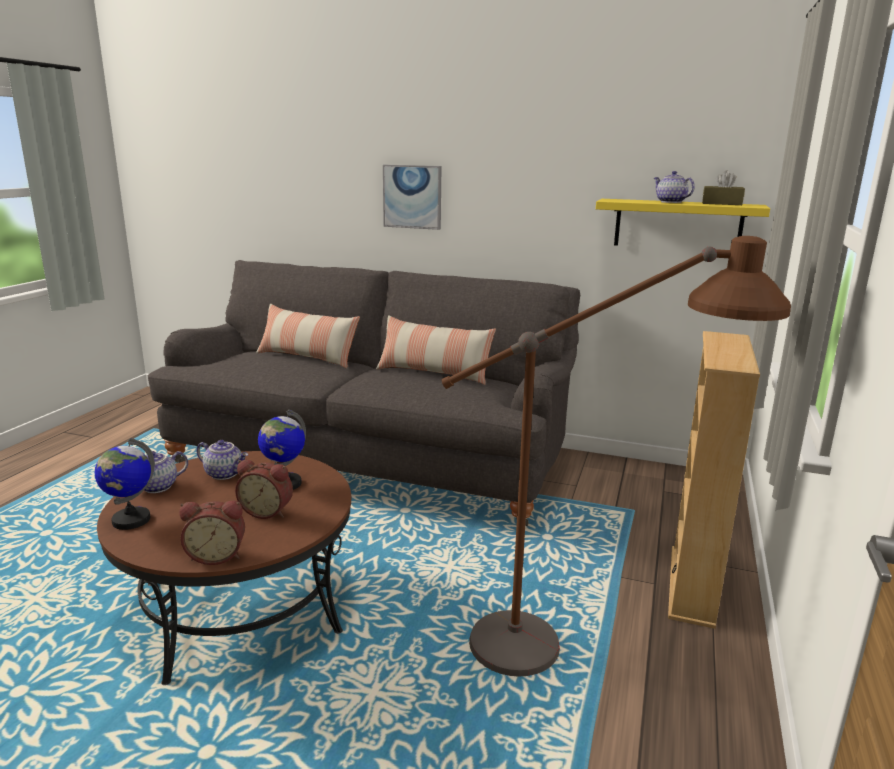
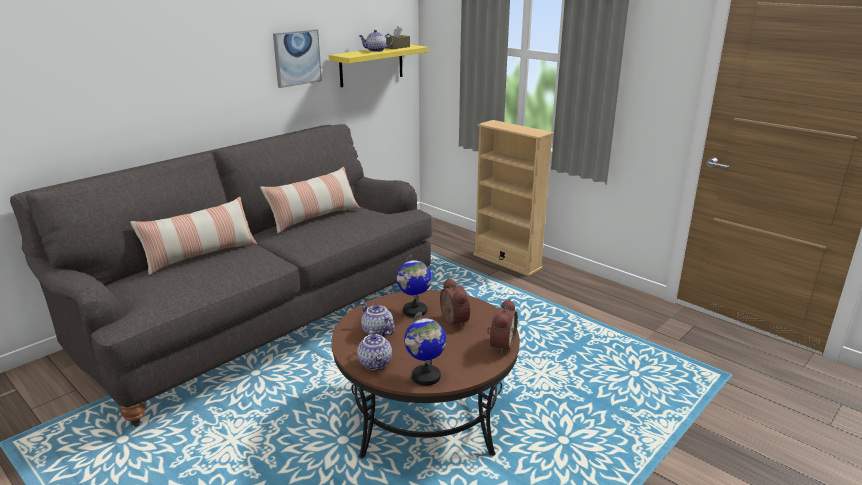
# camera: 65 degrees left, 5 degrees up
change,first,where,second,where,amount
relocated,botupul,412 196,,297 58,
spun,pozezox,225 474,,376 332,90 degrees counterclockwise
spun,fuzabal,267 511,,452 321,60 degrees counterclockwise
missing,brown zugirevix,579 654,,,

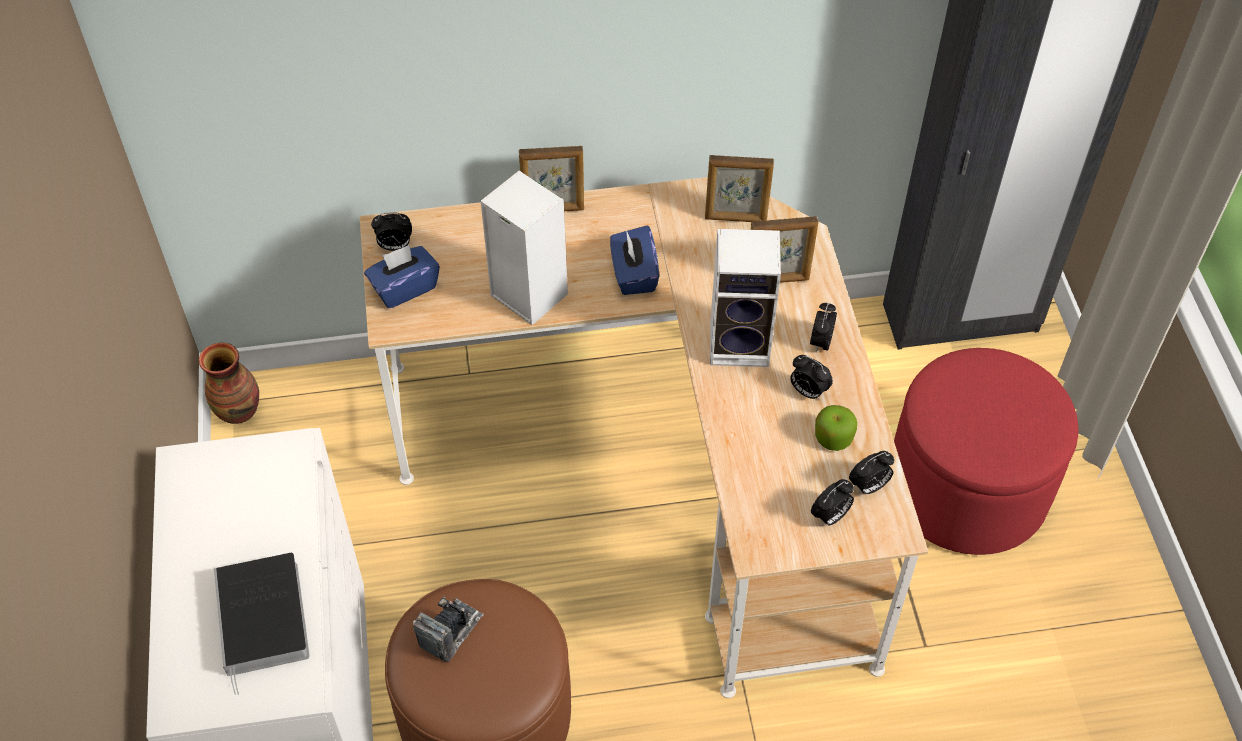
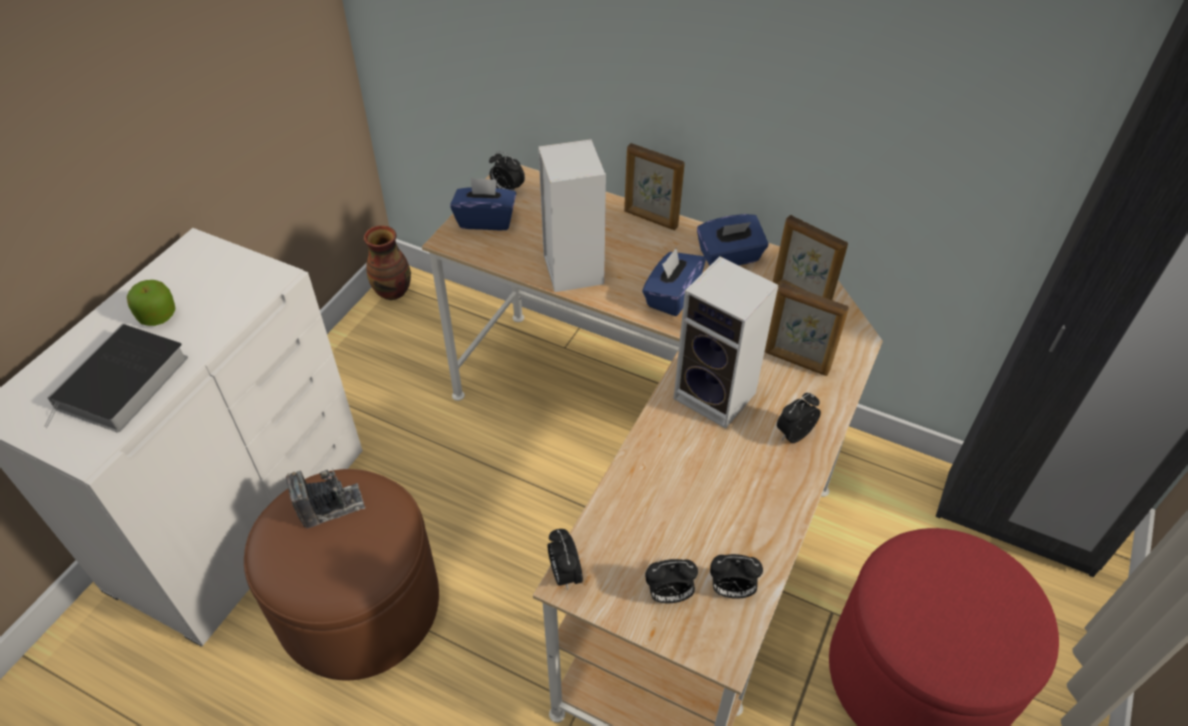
# camera: 35 degrees right, 5 degrees down
change,first,where,second,where,amount
relocated,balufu,833 438,,158 315,
relocated,fuzabal,807 391,,564 574,
appeared,,,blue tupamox,729 257,

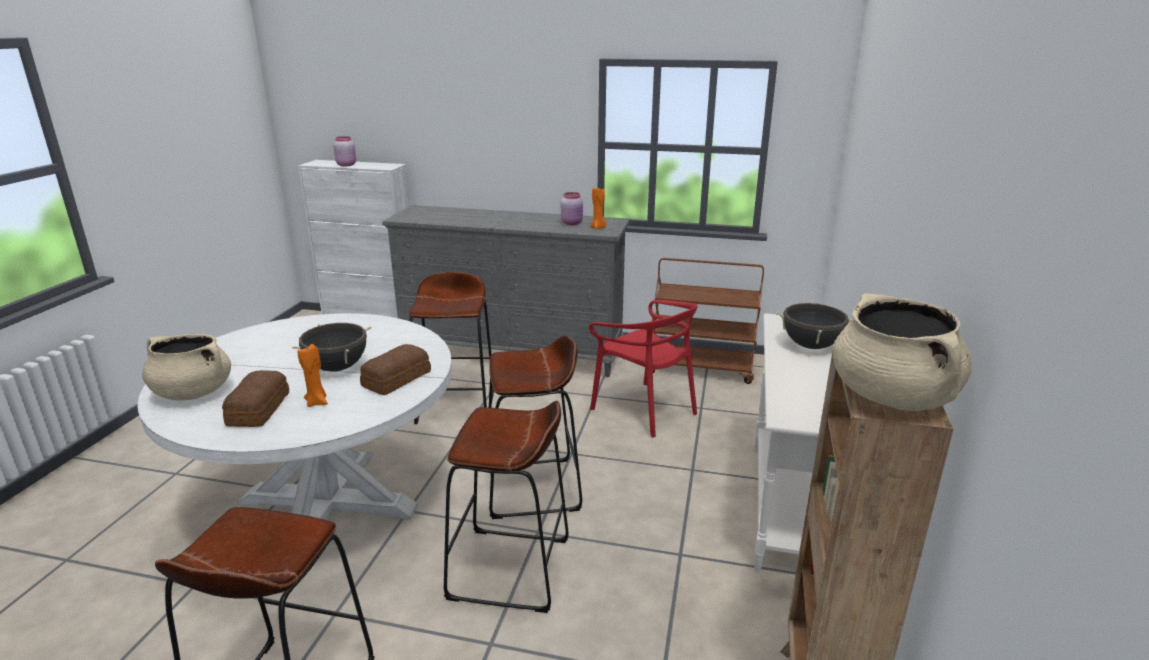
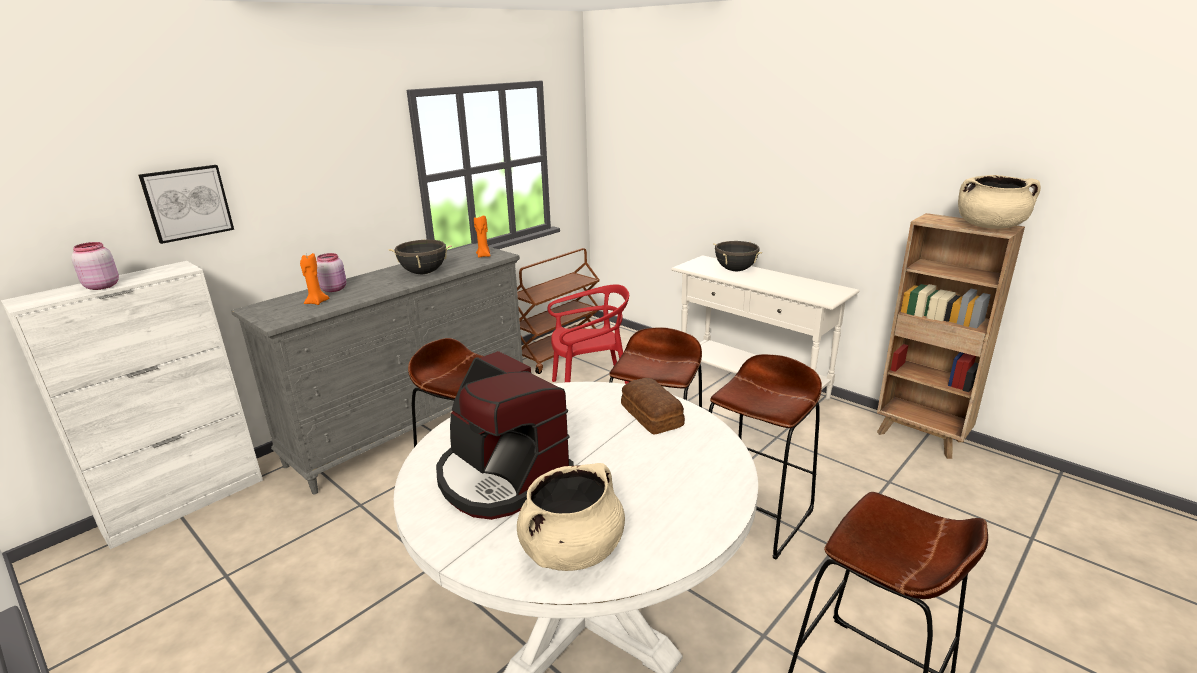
# camera: 60 degrees left, 0 degrees up
change,first,where,second,where,amount
appeared,,,botupul,187 203,
relocated,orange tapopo,317 402,,316 302,
relocated,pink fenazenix,572 223,,334 289,
relocated,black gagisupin,337 367,,423 273,
appeared,,,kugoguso,501 477,
missing,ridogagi,257 410,,,

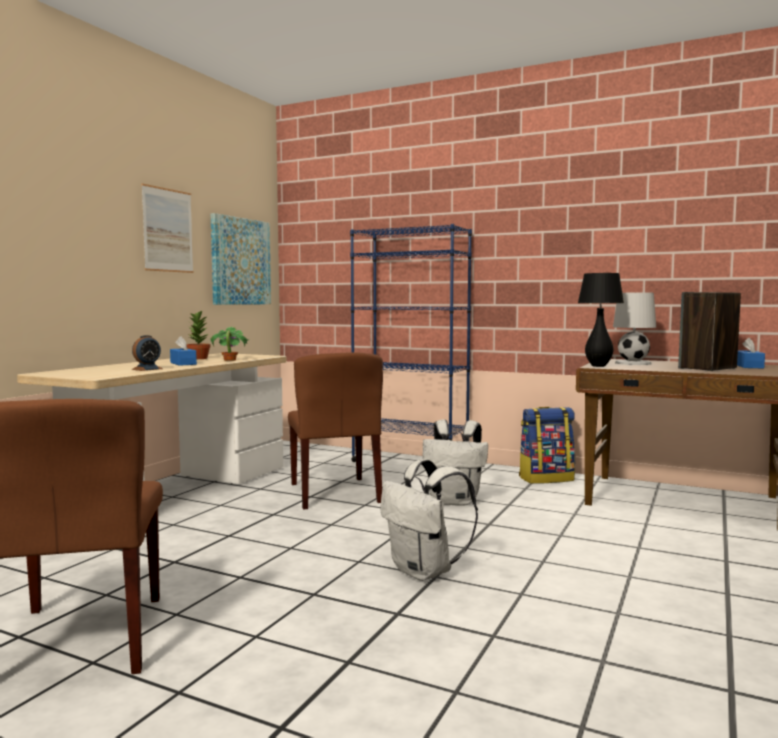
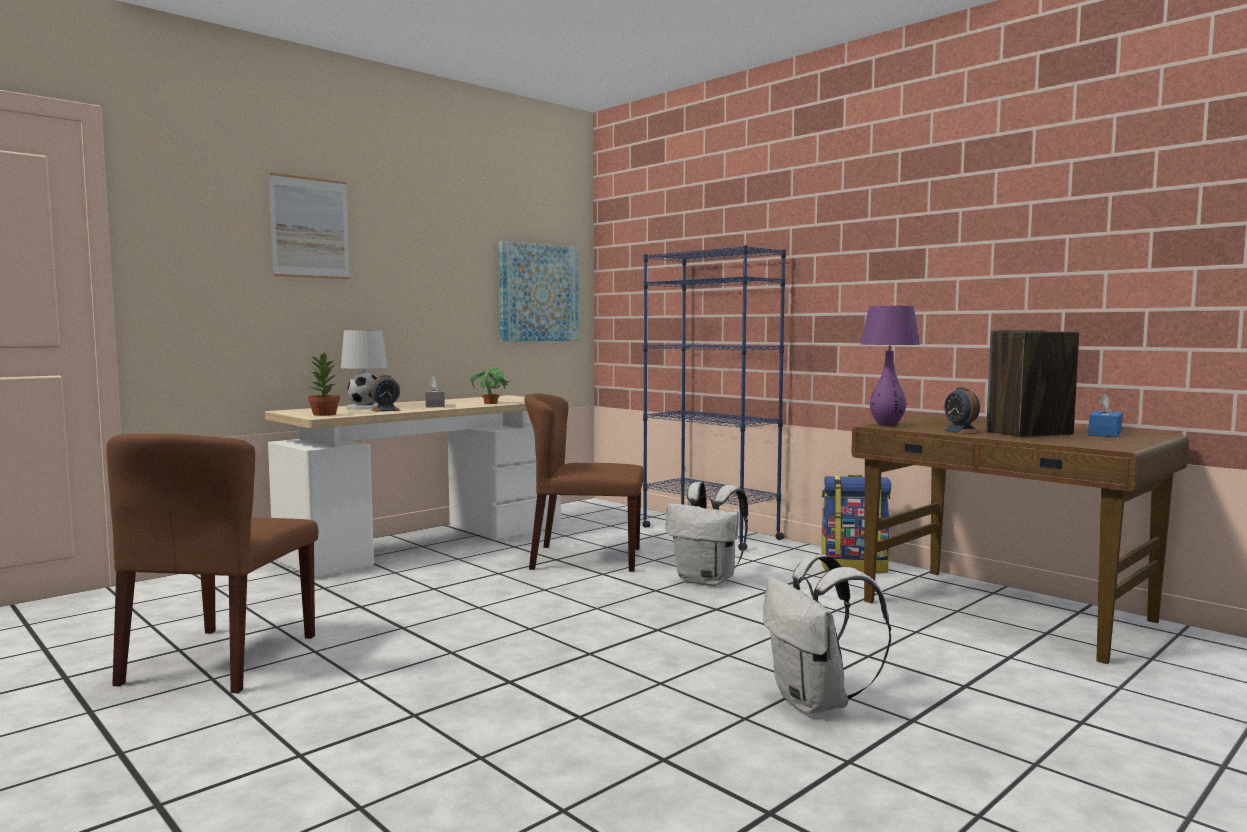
# camera: 20 degrees right, 0 degrees up
change,first,where,second,where,amount
relocated,botupul,168 230,,310 228,
relocated,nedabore,198 358,,324 414,
relocated,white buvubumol,632 363,,365 407,
colour,blue tupamox,183 363,grey tupamox,435 405,
spun,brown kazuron,335 493,,585 558,90 degrees clockwise
relocated,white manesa,425 572,,816 703,
colour,black buvubumol,598 366,purple buvubumol,887 425,
appeared,,,fuzabal,961 431,

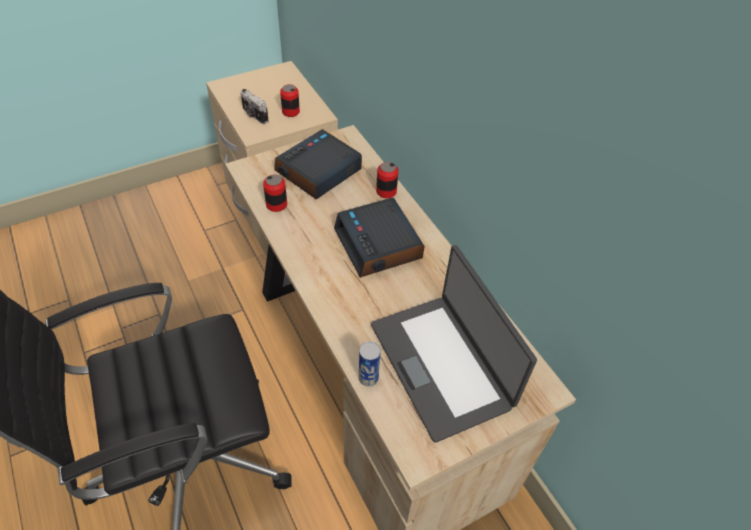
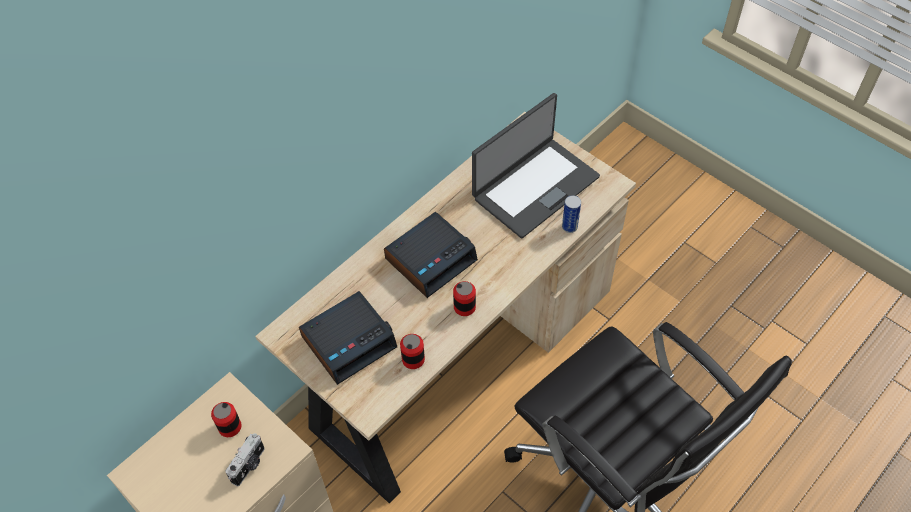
# camera: 105 degrees left, 5 degrees up
change,first,where,second,where,amount
spun,fuzabal,318 172,,349 341,60 degrees counterclockwise
relocated,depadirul,386 191,,464 307,

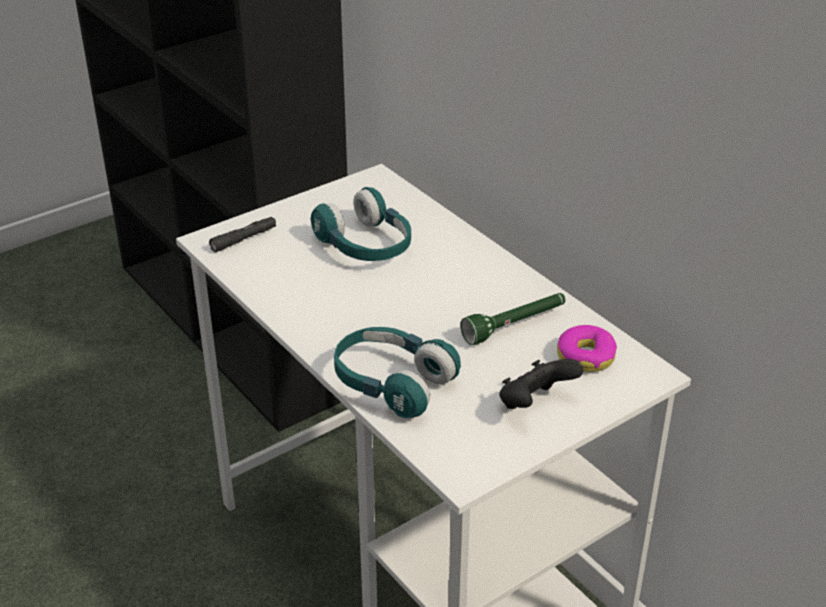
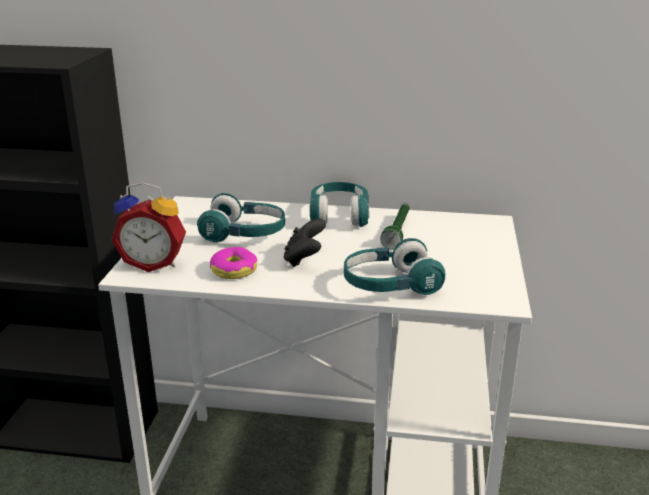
# camera: 45 degrees left, 10 degrees down
change,first,where,second,where,amount
exchanged,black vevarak,243 239,fuzabal,154 263,
relocated,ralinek,585 356,,234 270,
relocated,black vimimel,534 404,,304 259,
appeared,,,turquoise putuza,339 215,

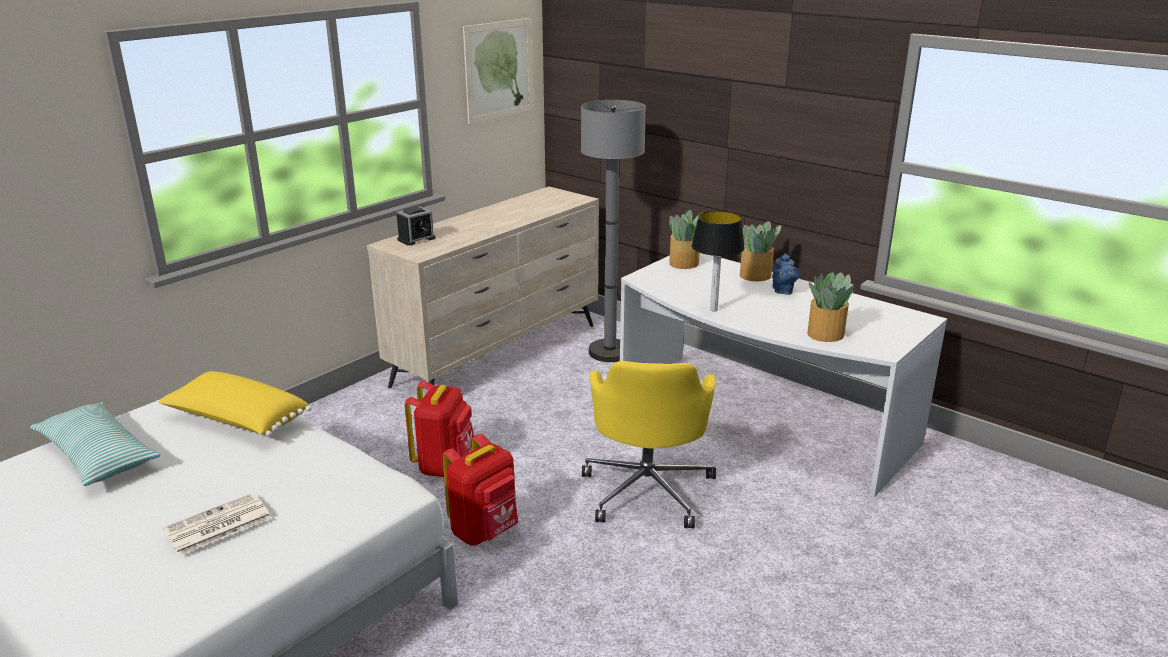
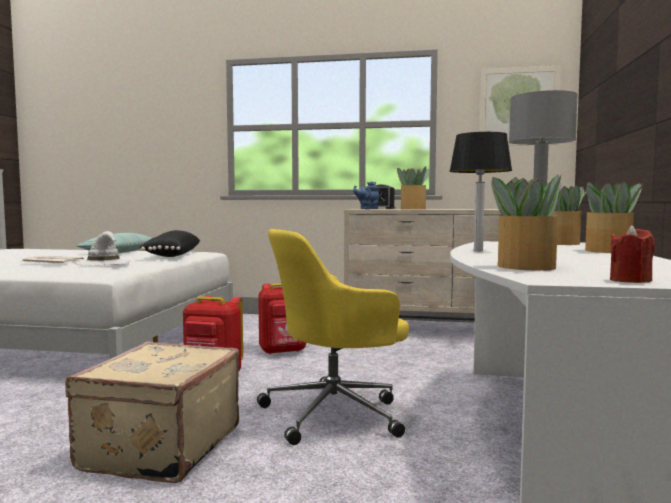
# camera: 60 degrees right, 20 degrees down
change,first,where,second,where,amount
appeared,,,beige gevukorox,158 448,
appeared,,,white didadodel,104 262,
colour,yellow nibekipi,237 420,black nibekipi,171 255,
relocated,blue pozezox,782 291,,367 209,
appeared,,,nedabore,412 209,
appeared,,,red tapopo,630 280,

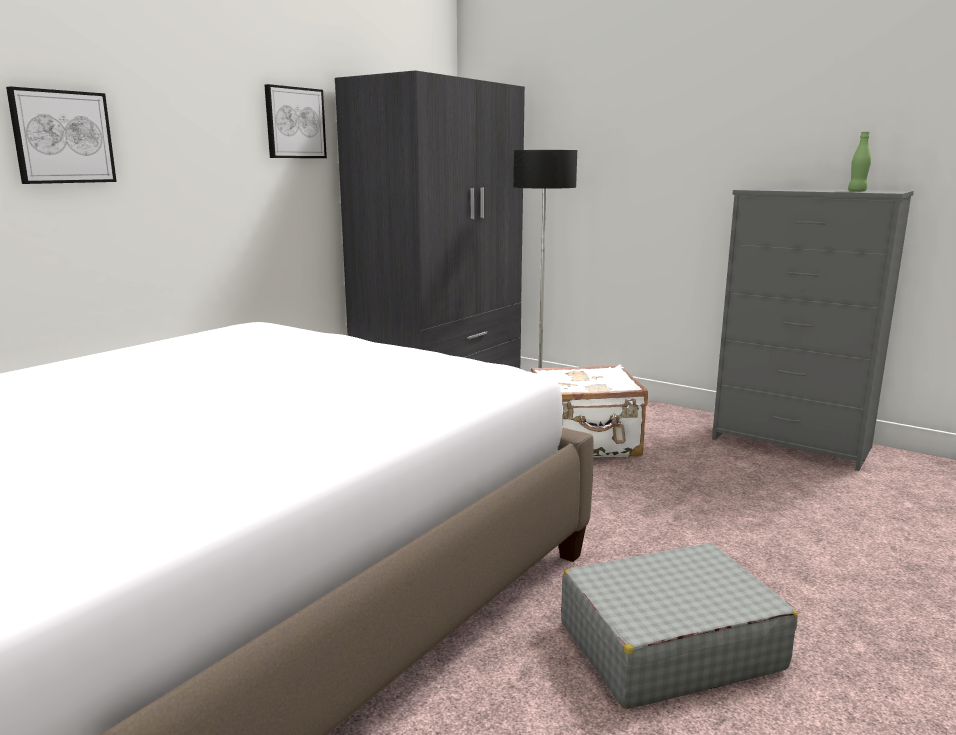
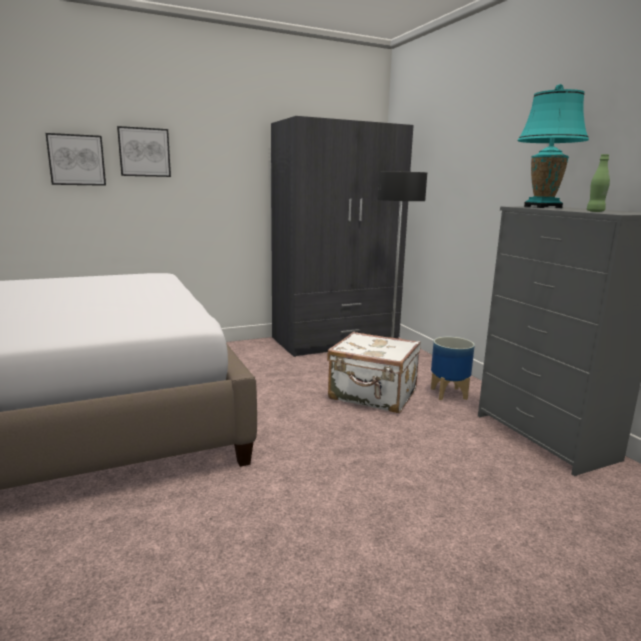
# camera: 30 degrees right, 0 degrees up
change,first,where,second,where,amount
relocated,botupul,294 123,,144 152,
appeared,,,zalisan,449 393,
appeared,,,turquoise buvubumol,542 207,
missing,grey gevukorox,668 646,,,

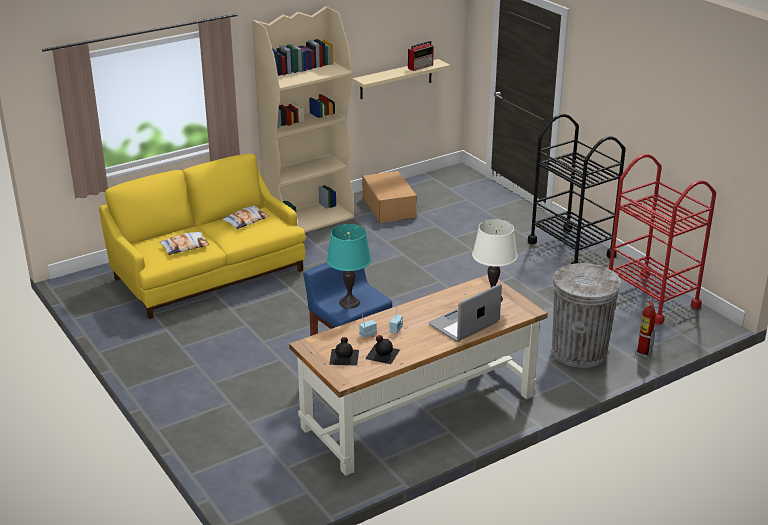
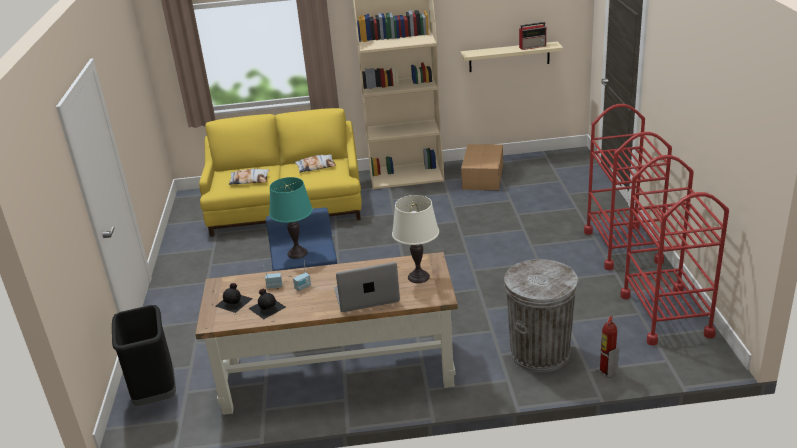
# camera: 30 degrees right, 0 degrees up
change,first,where,second,where,amount
appeared,,,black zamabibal,155 393,
colour,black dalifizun,571 249,red dalifizun,622 247,

